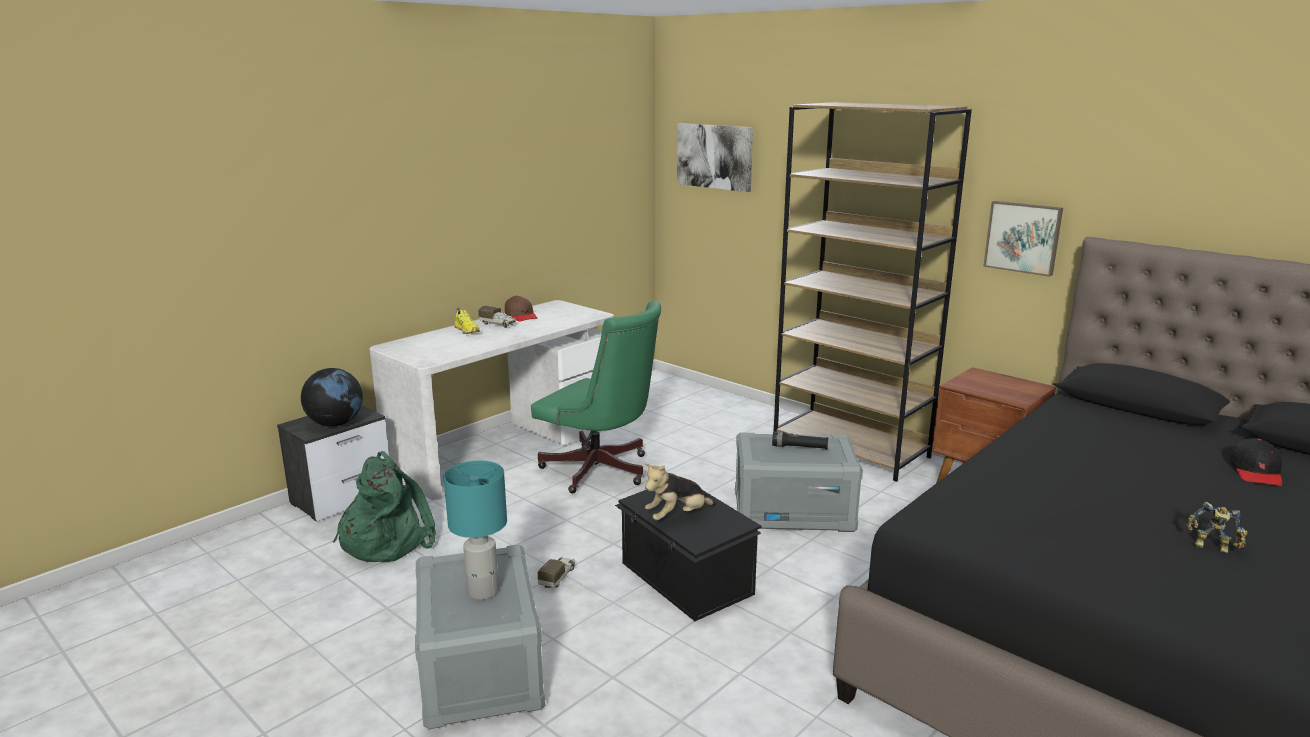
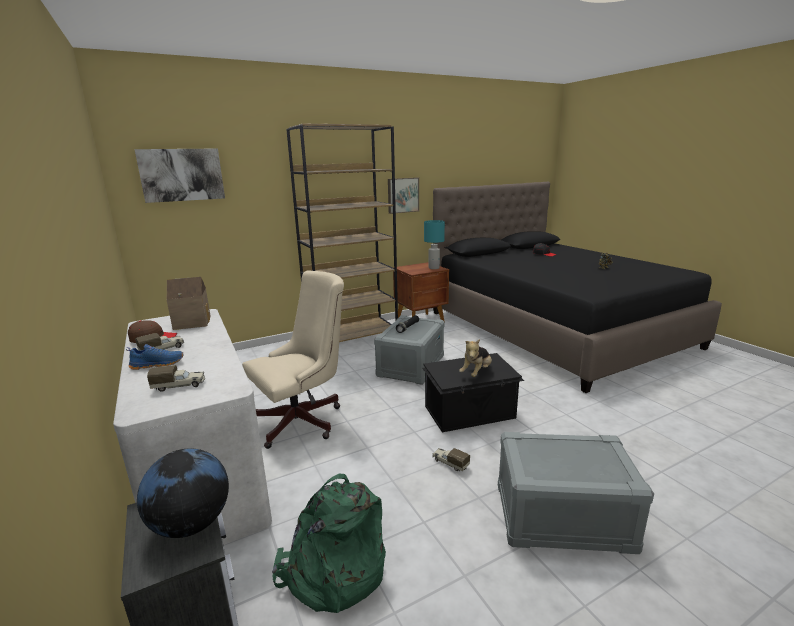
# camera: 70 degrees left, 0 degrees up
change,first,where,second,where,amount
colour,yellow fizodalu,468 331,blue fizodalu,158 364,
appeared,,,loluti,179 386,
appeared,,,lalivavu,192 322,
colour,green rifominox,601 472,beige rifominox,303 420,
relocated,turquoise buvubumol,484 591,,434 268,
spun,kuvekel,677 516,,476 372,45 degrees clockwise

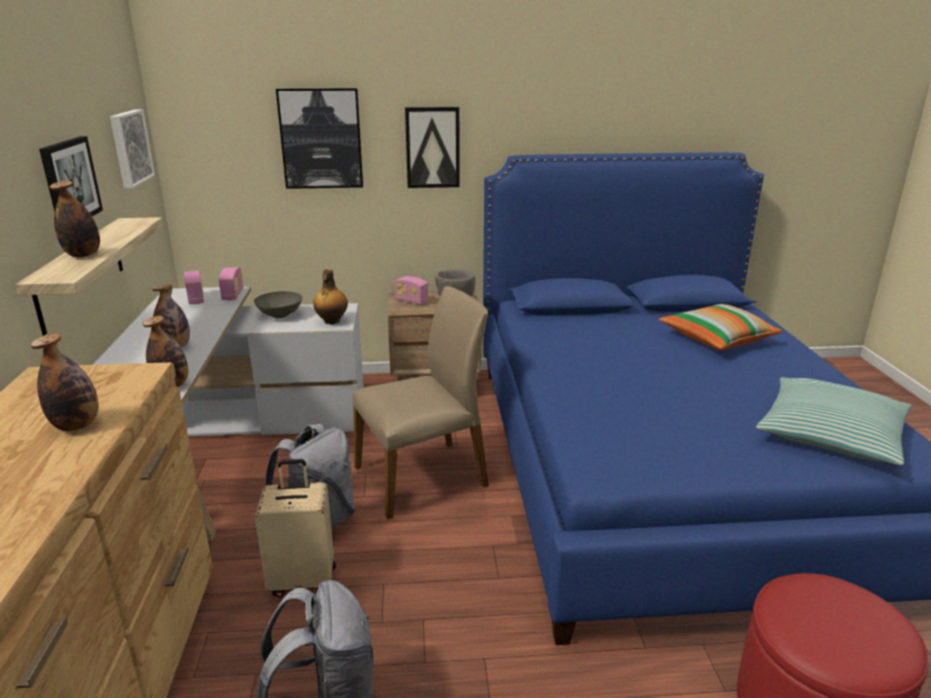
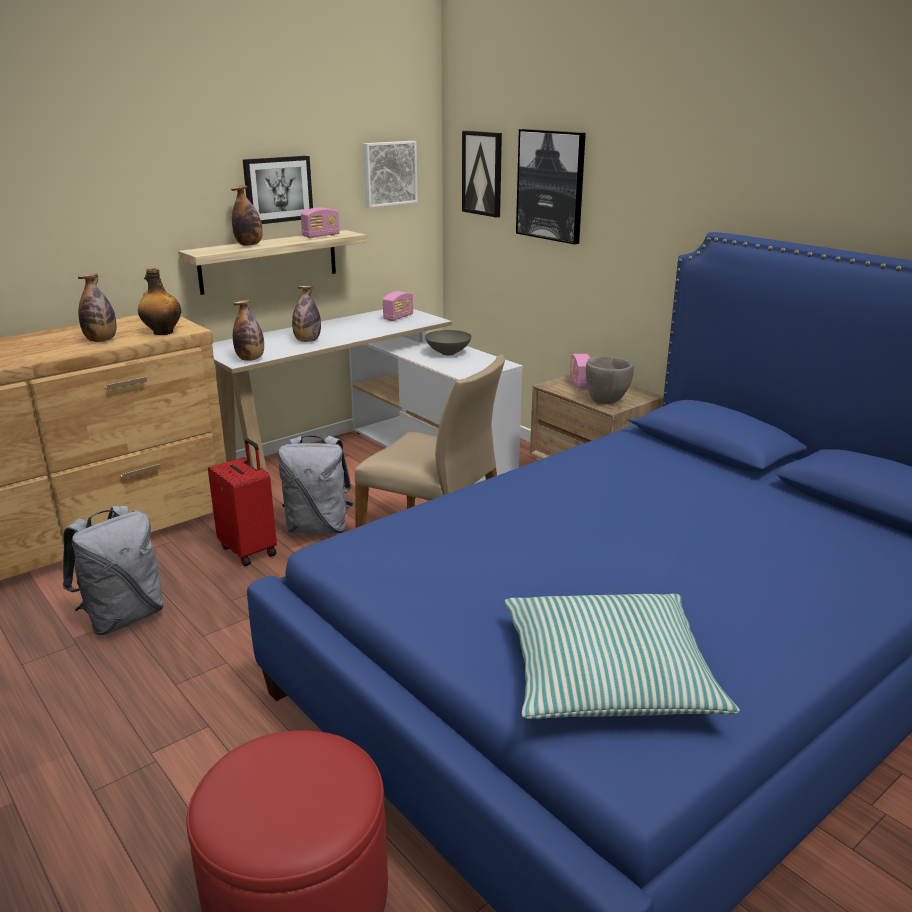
# camera: 55 degrees right, 0 degrees up
change,first,where,second,where,amount
relocated,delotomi,331 321,,162 332,
colour,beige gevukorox,303 580,red gevukorox,249 550,
relocated,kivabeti,233 295,,321 236,
relocated,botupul,432 147,,482 173,
missing,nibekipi,717 339,,,

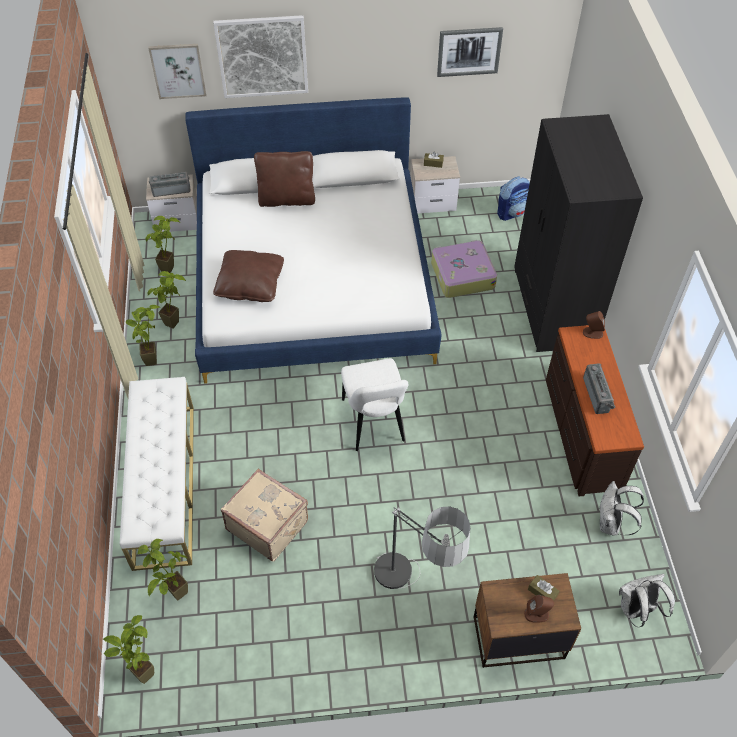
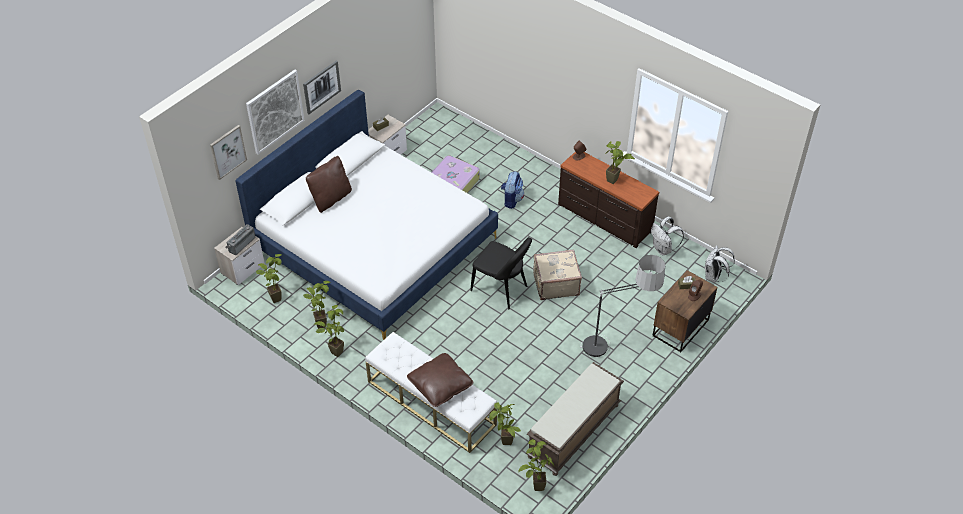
# camera: 45 degrees left, 5 degrees down
change,first,where,second,where,amount
relocated,botupul,469 51,,321 87,
relocated,brown nibekipi,250 284,,440 385,
colour,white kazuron,374 423,black kazuron,501 290,
relocated,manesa,512 212,,511 200,
appeared,,,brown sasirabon,573 431,
relocated,beige gevukorox,268 524,,555 284,
exchanged,kivabeti,598 395,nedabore,614 183,
missing,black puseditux,552 308,,,

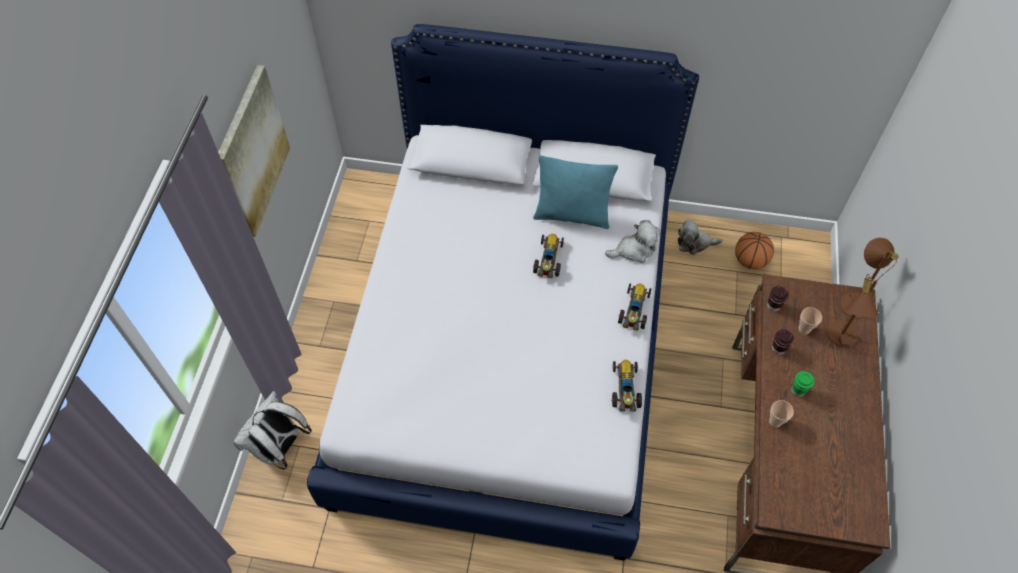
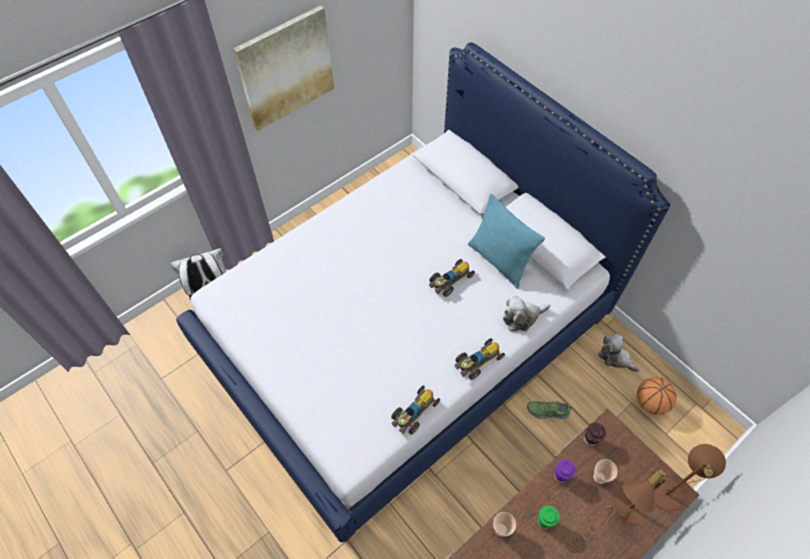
# camera: 40 degrees right, 0 degrees up
change,first,where,second,where,amount
spun,kuvekel,634 250,,522 317,135 degrees clockwise
appeared,,,fizodalu,547 411,
colour,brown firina,778 349,purple firina,560 476,

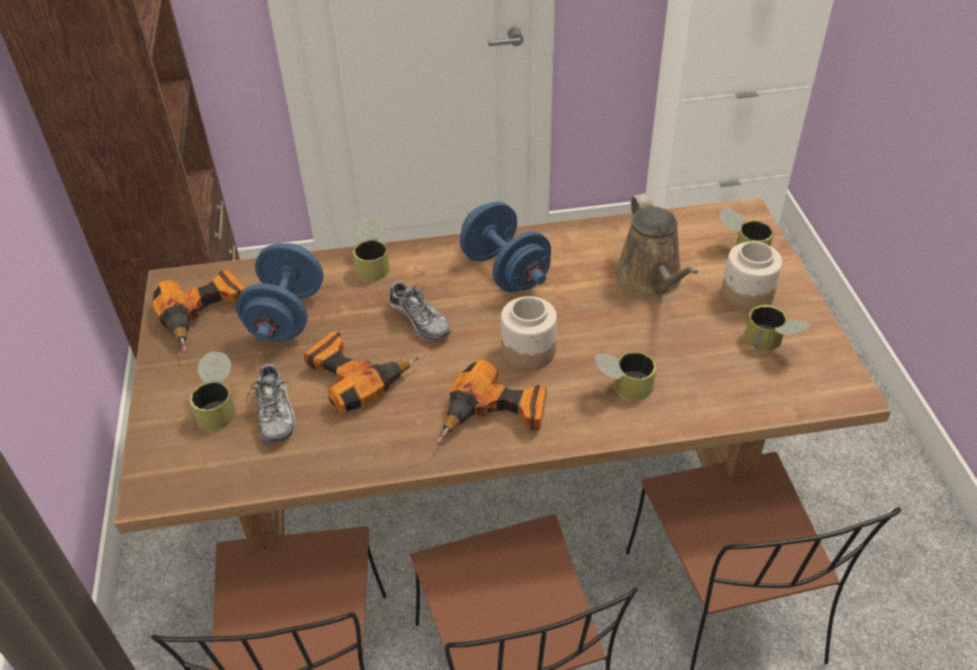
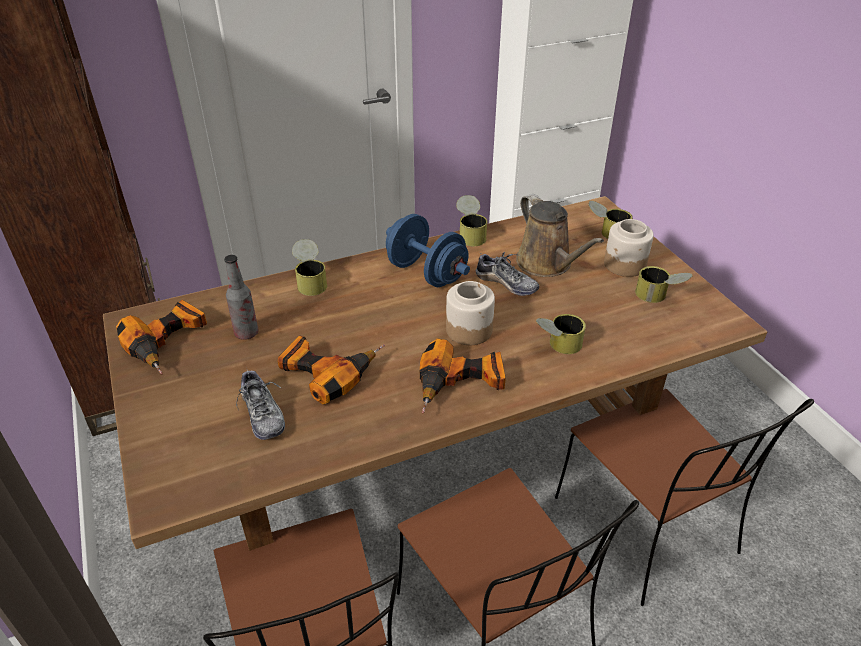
# camera: 15 degrees left, 5 degrees down
change,first,where,second,where,amount
exchanged,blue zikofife,286 316,delotomi,246 333,
relocated,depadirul,219 406,,470 234,
relocated,fizodalu,420 321,,506 283,

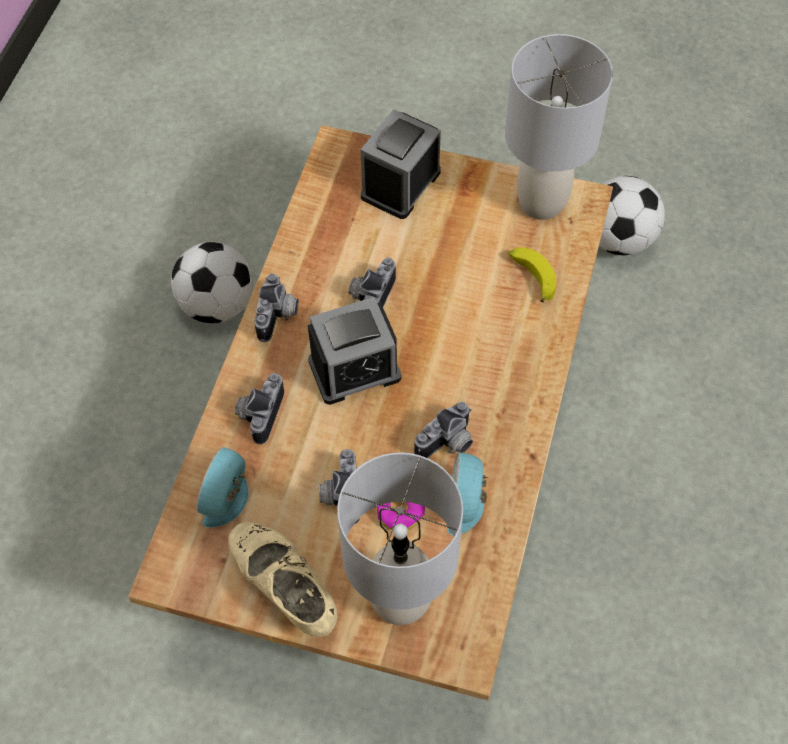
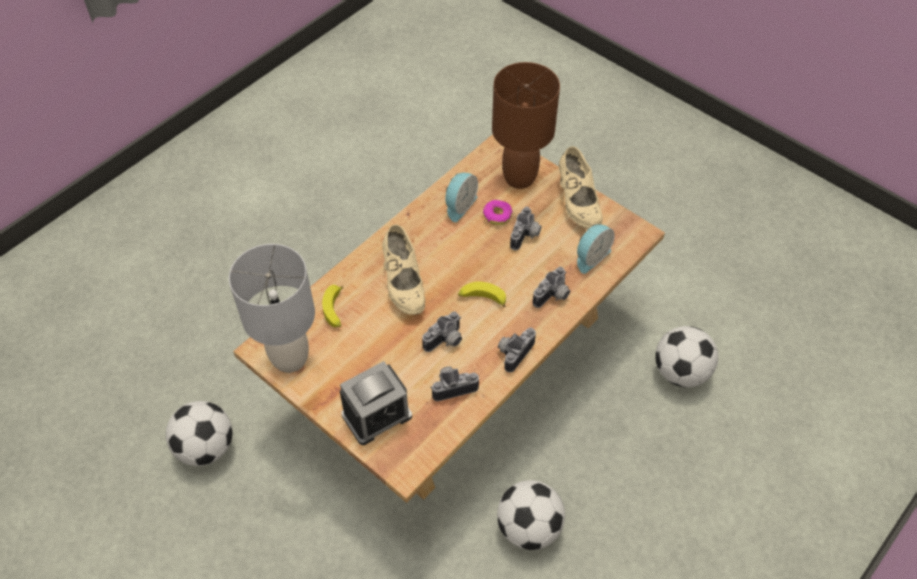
# camera: 155 degrees left, 5 degrees down
change,first,where,second,where,amount
appeared,,,beige fizodalu,403 285,
relocated,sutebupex,448 444,,453 386,
exchanged,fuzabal,354 369,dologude,482 299,
colour,grey buvubumol,399 600,brown buvubumol,520 178,
appeared,,,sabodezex,681 372,

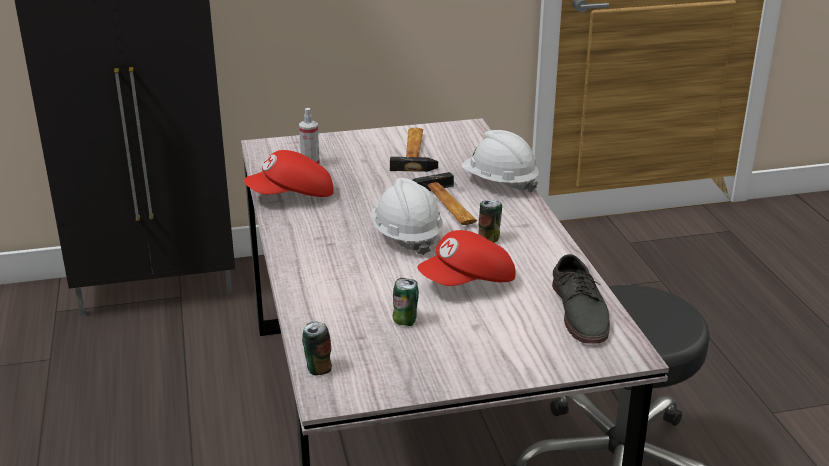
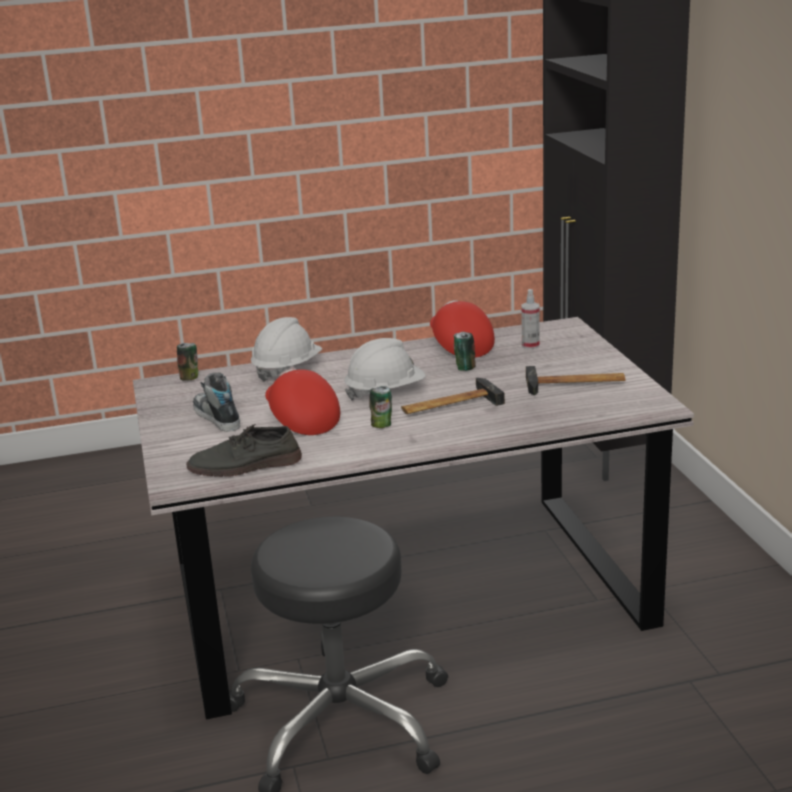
# camera: 90 degrees right, 5 degrees down
change,first,where,second,where,amount
appeared,,,fizodalu,216 417,
relocated,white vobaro,499 183,,287 369,
relocated,depadirul,405 321,,464 368,

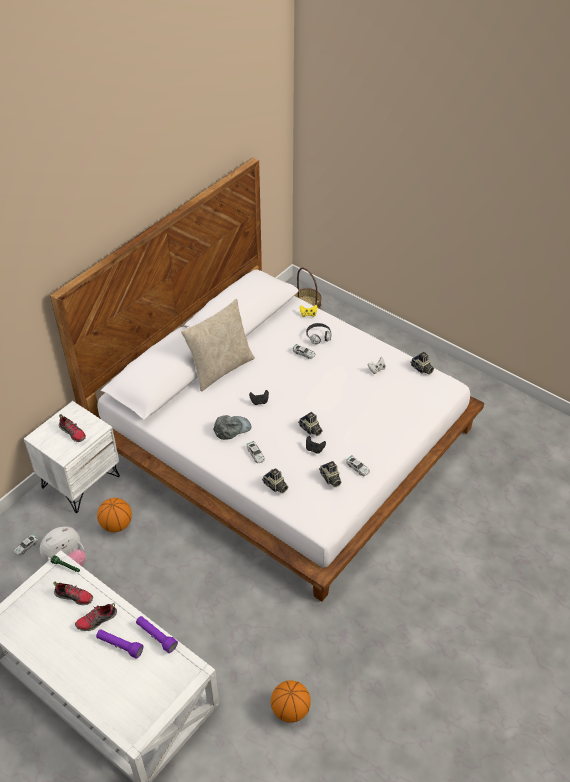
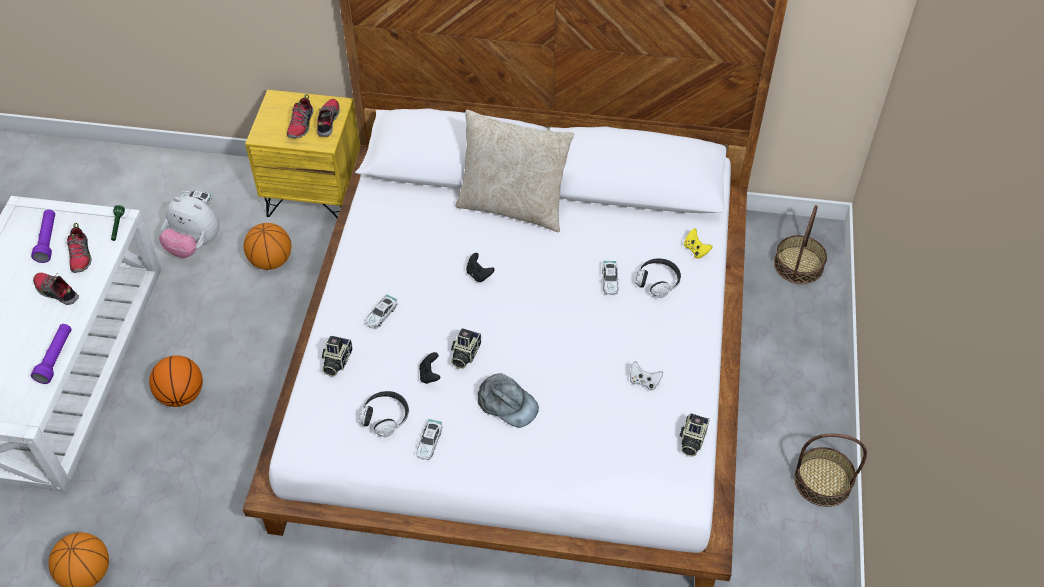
# camera: 60 degrees right, 5 degrees up
change,first,where,second,where,amount
relocated,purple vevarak,119 646,,48 240,
appeared,,,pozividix,181 395,
colour,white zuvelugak,80 481,yellow zuvelugak,315 195,
appeared,,,fizodalu,328 121,
exchanged,sutebupex,330 479,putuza,385 417,
relocated,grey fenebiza,232 428,,507 404,
appeared,,,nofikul,822 482,

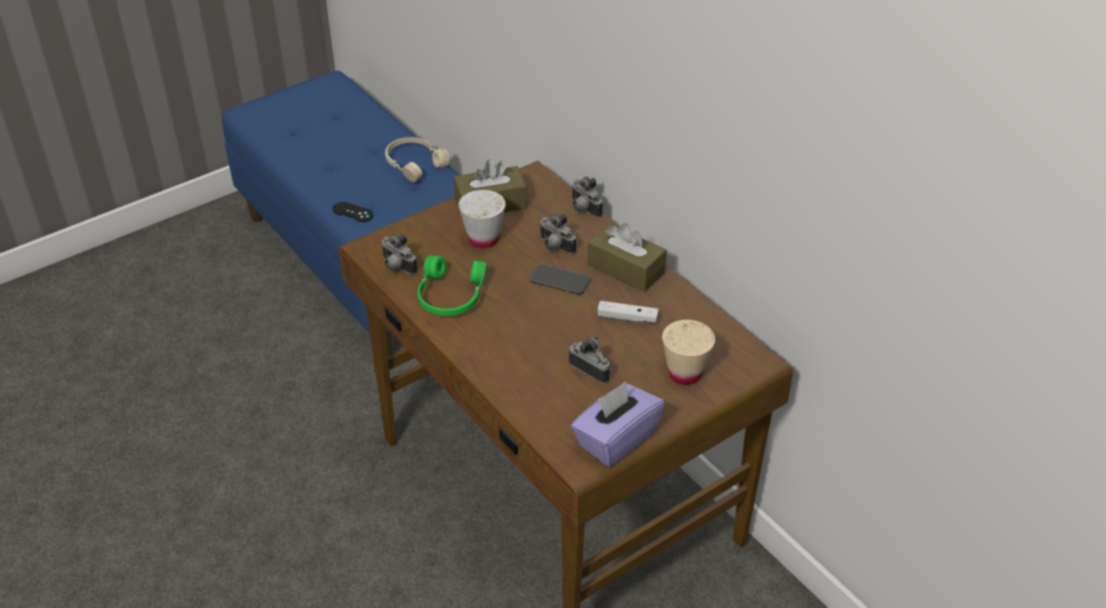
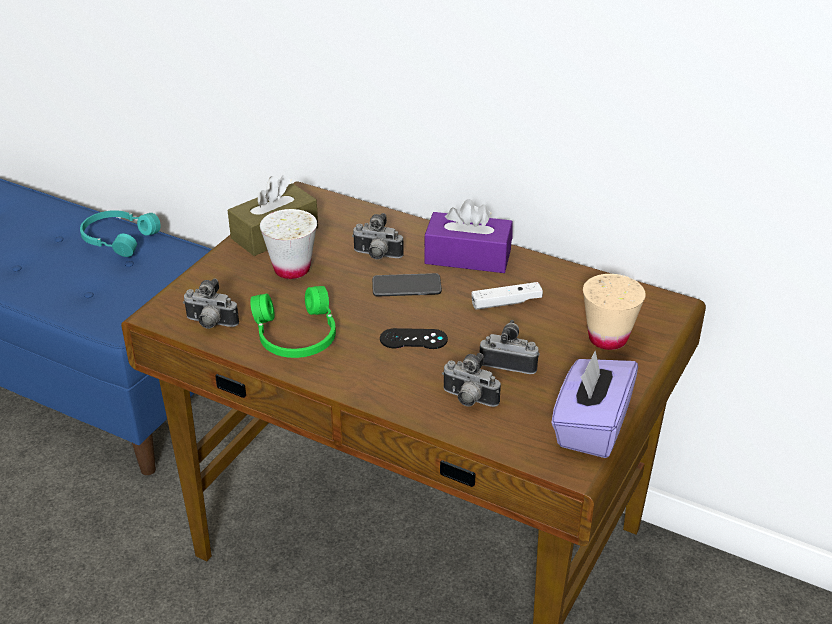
# camera: 25 degrees left, 5 degrees down
change,first,where,second,where,amount
colour,beige putuza,414 163,turquoise putuza,118 239,
relocated,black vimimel,352 212,,413 339,
colour,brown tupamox,626 269,purple tupamox,468 257,
relocated,sutebupex,583 209,,468 400,

